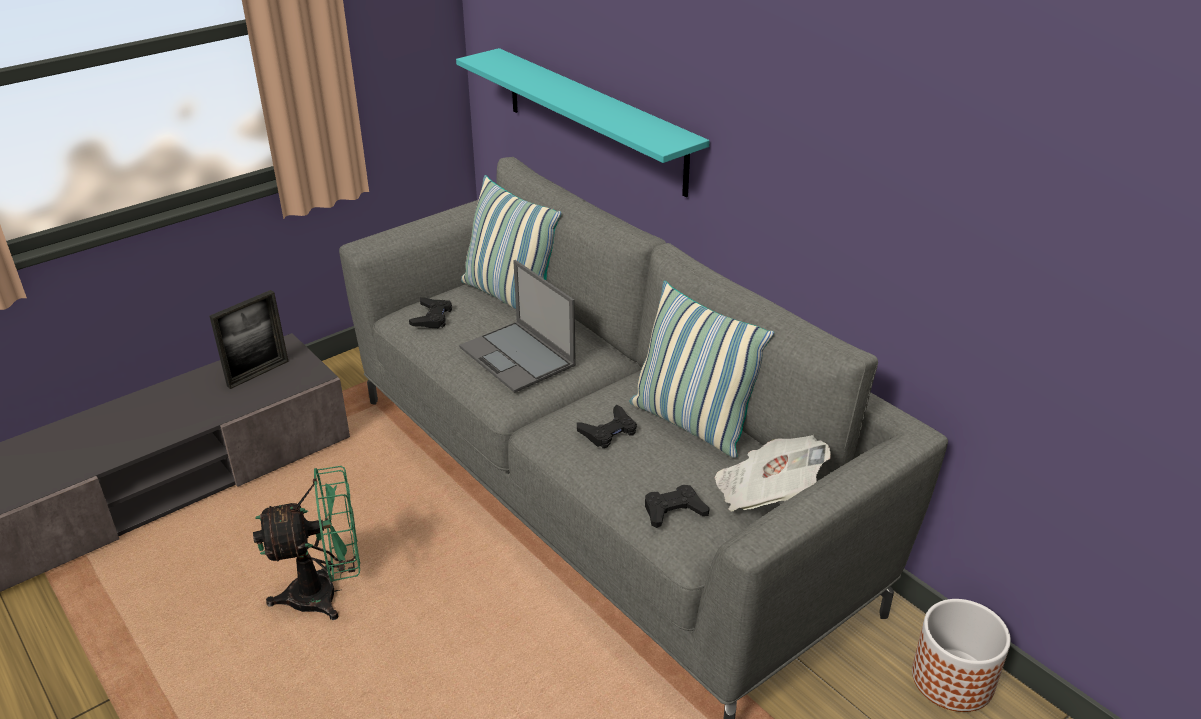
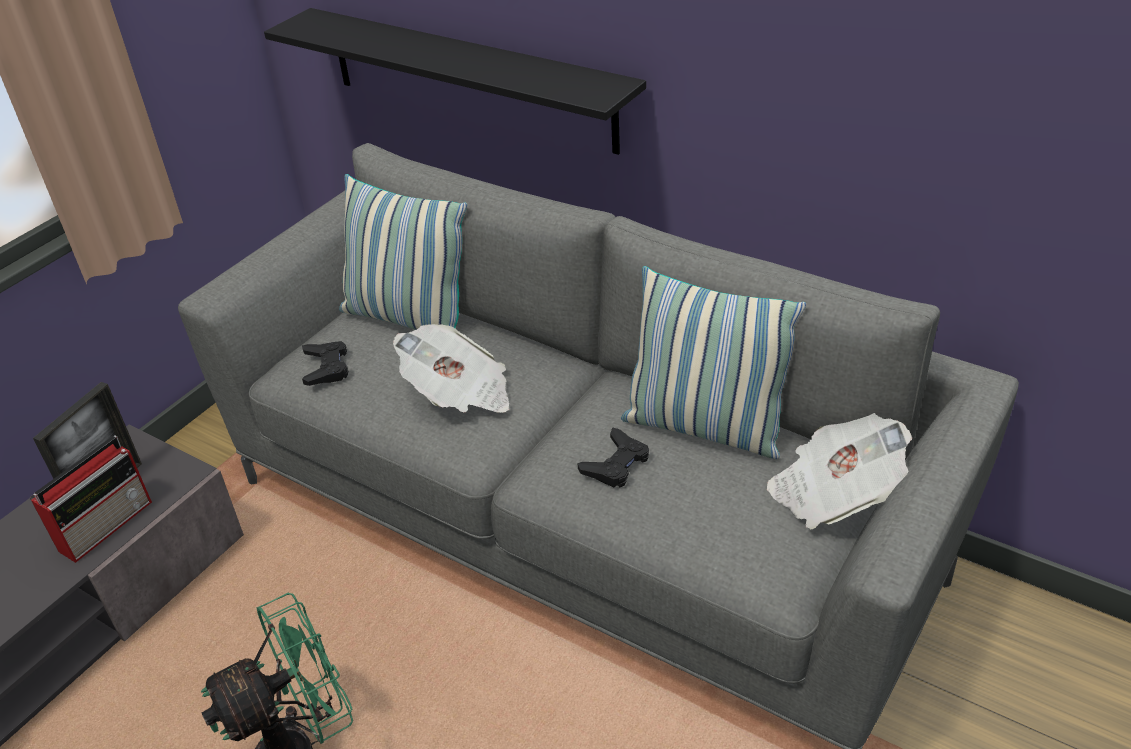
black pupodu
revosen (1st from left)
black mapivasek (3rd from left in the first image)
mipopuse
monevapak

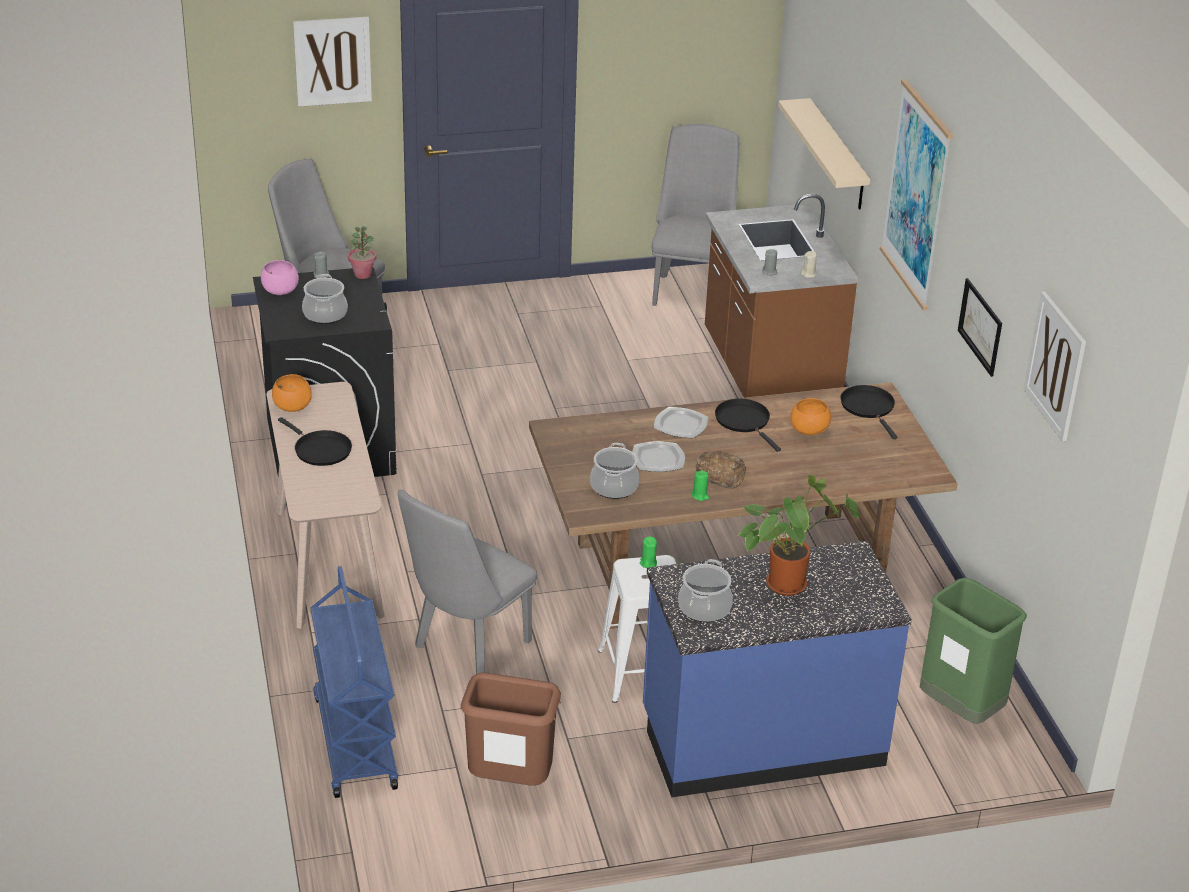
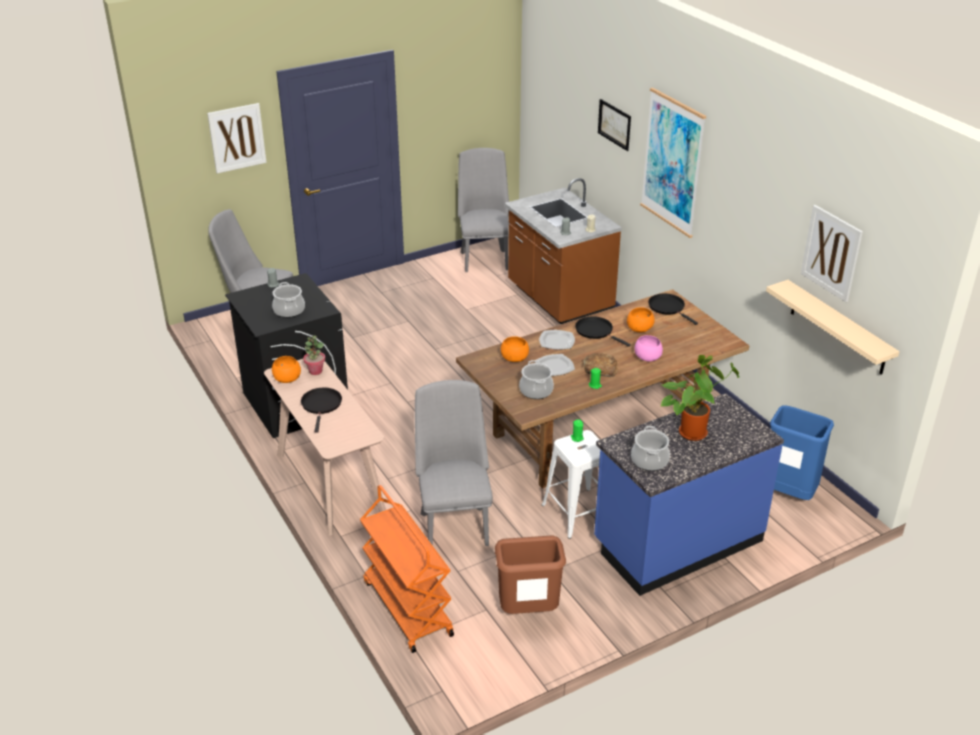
beige pupodu
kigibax (1st from left)
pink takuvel
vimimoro (2nd from left)
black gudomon (1st from left)
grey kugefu (2nd from left)
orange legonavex
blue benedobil
orange takuvel (2nd from left)

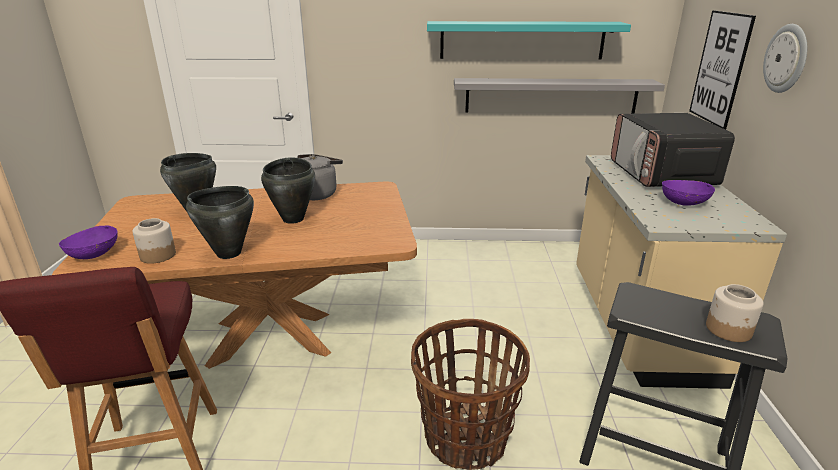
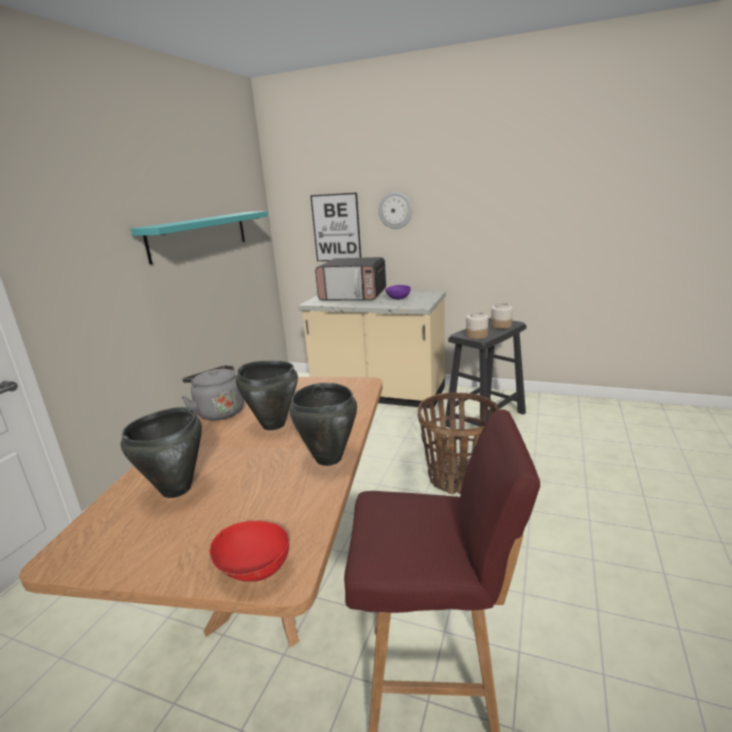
grey pupodu
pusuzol (1st from left)
red takuvel

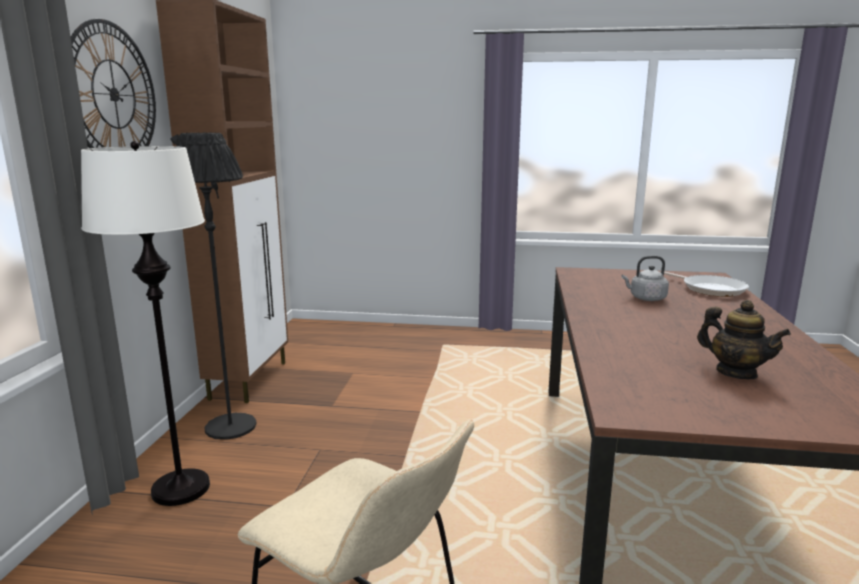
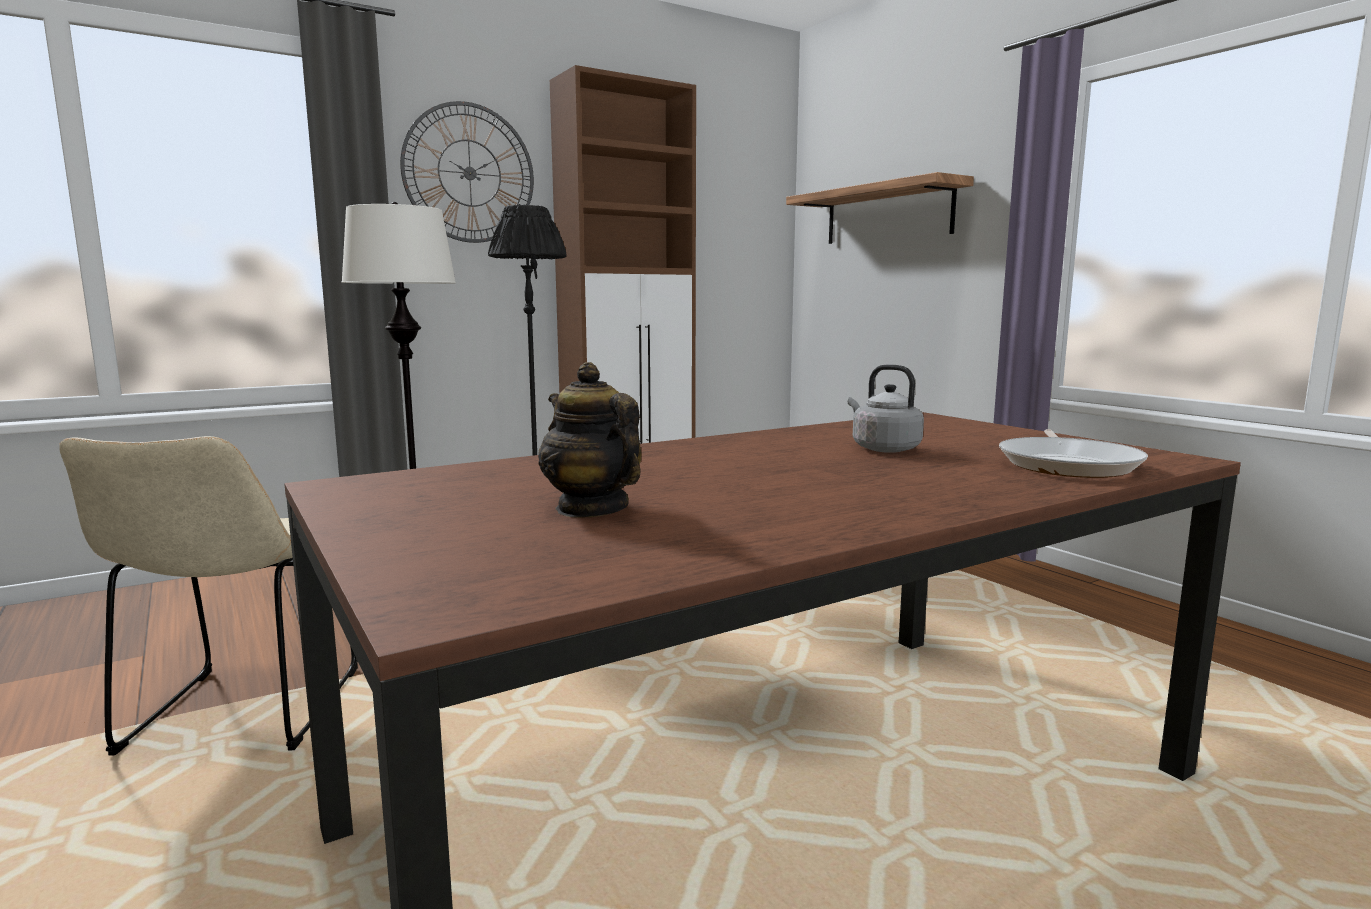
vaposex
pupodu

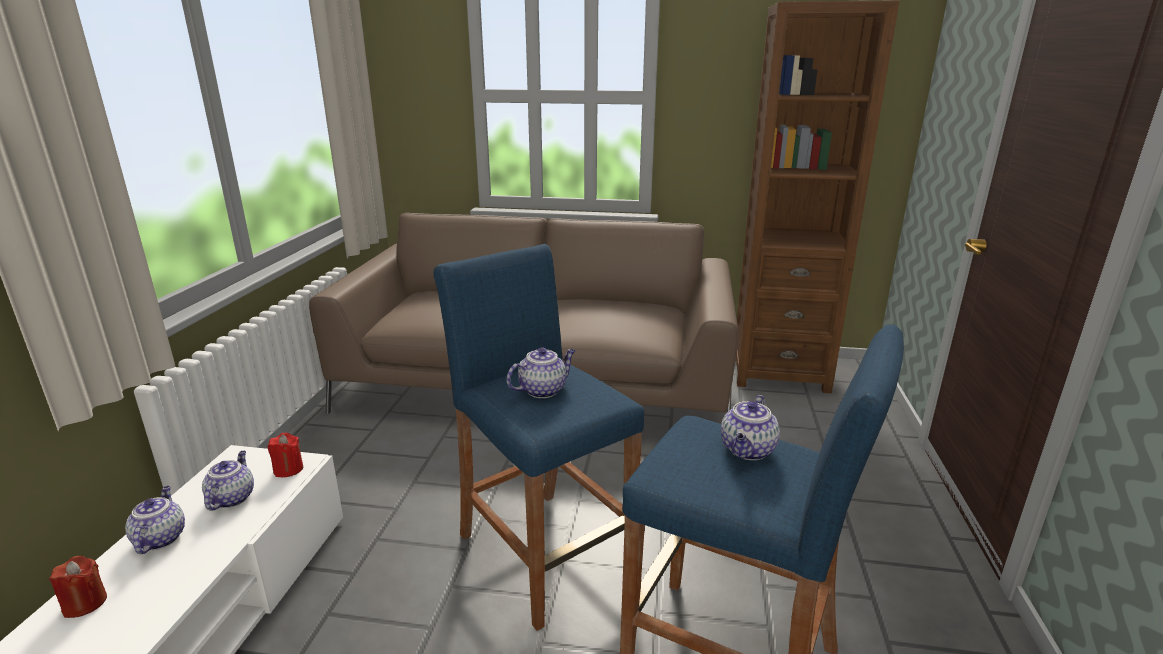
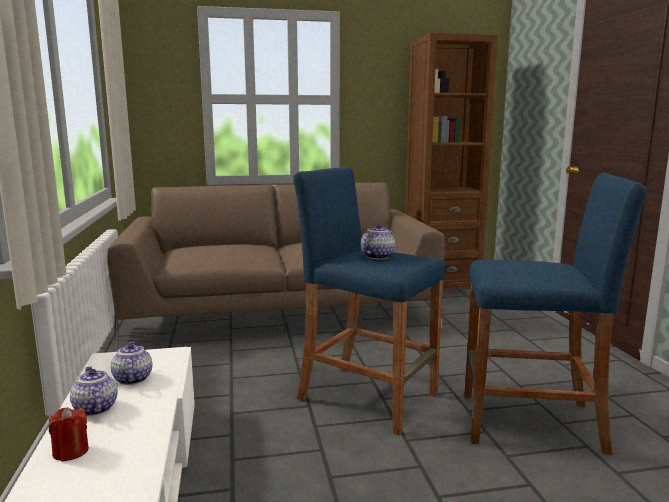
vaposex (4th from left in the first image)
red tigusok (2nd from left in the first image)

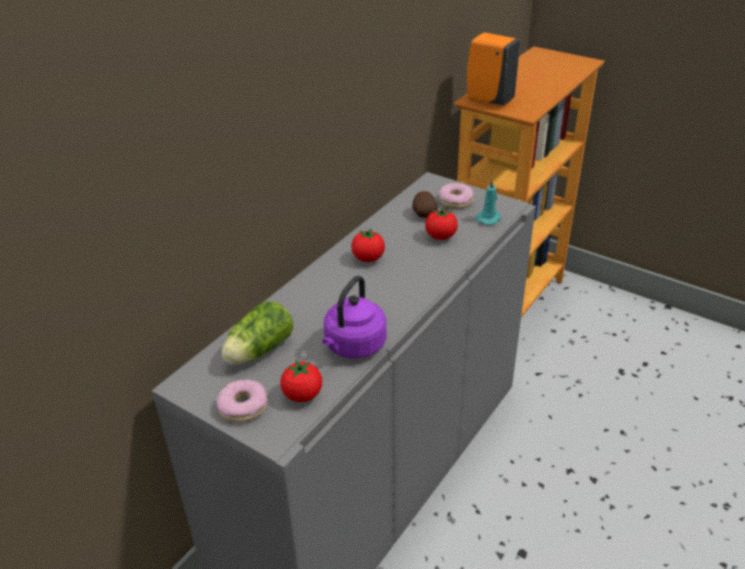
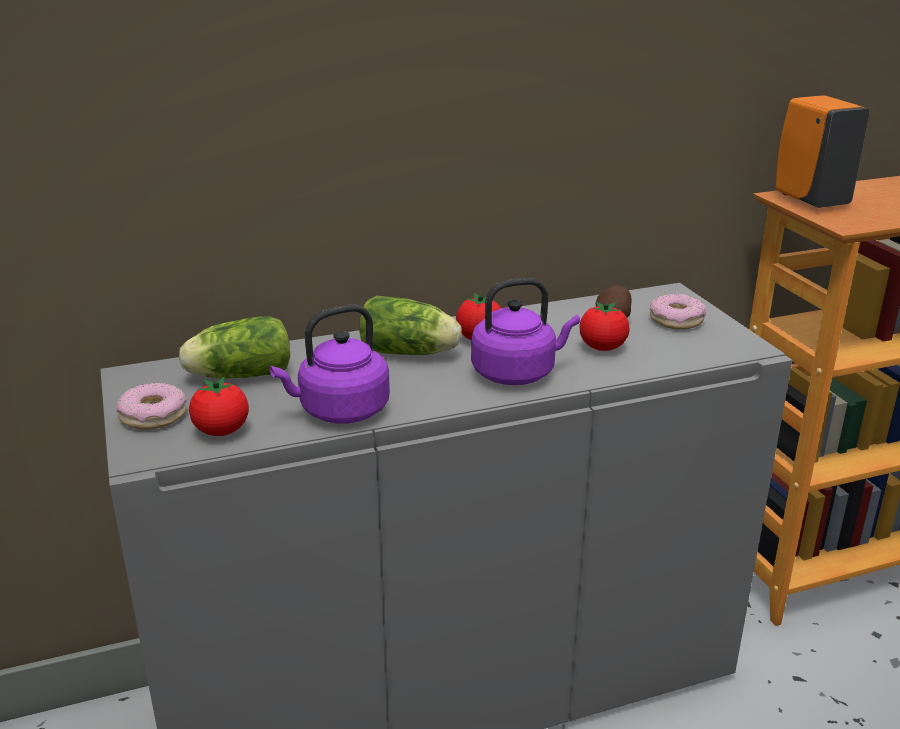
turquoise tigusok
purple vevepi (2nd from left)
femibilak (2nd from left)

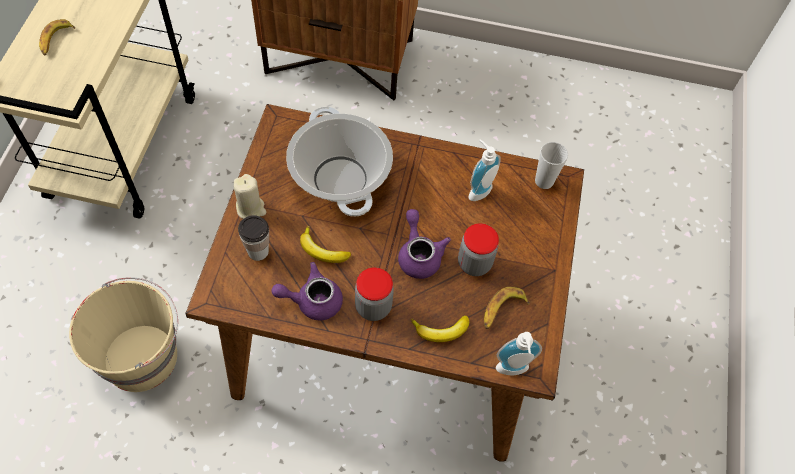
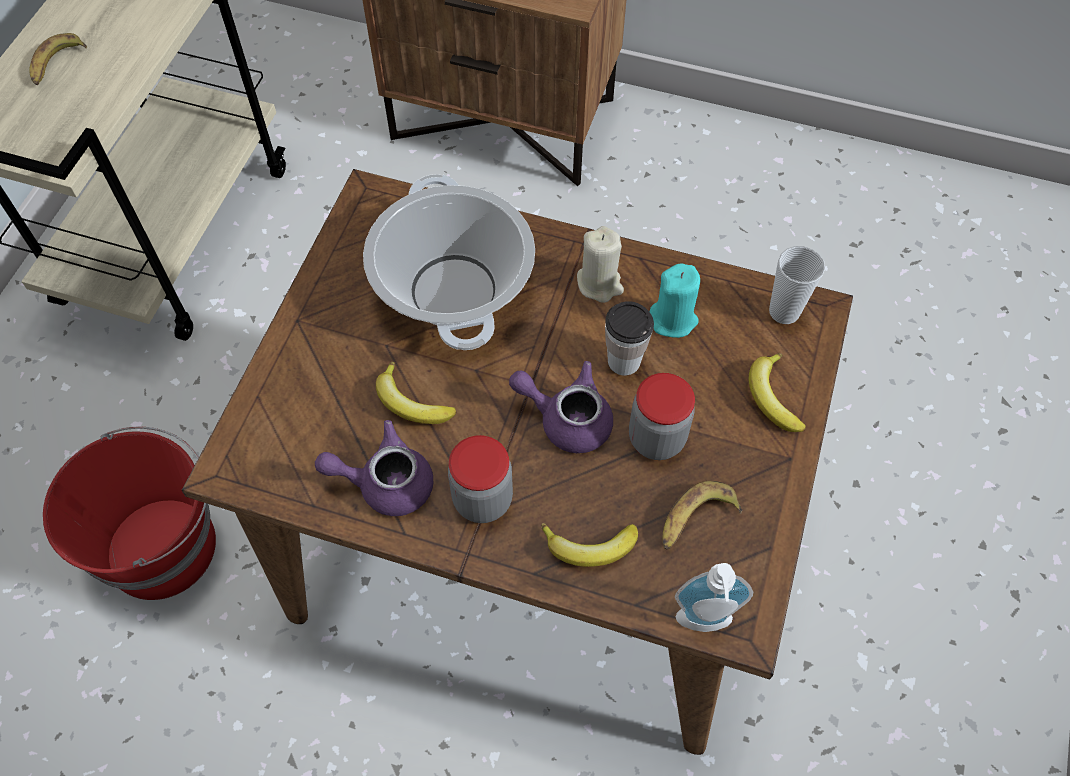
turquoise tigusok
beige tigusok
purple vaposex (2nd from left)
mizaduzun (1st from left)
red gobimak
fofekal (5th from left)

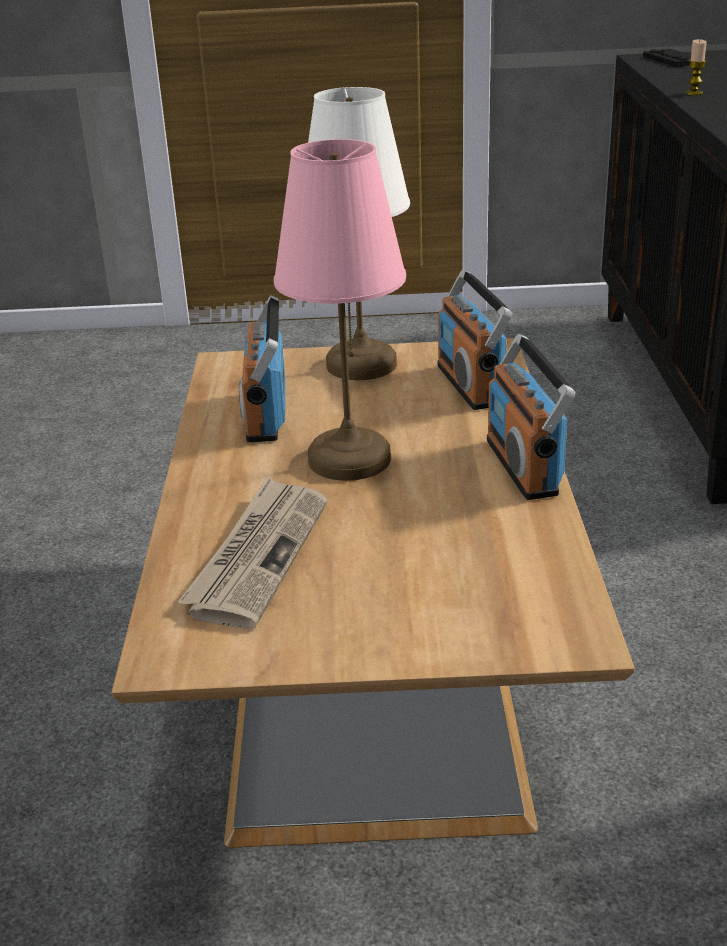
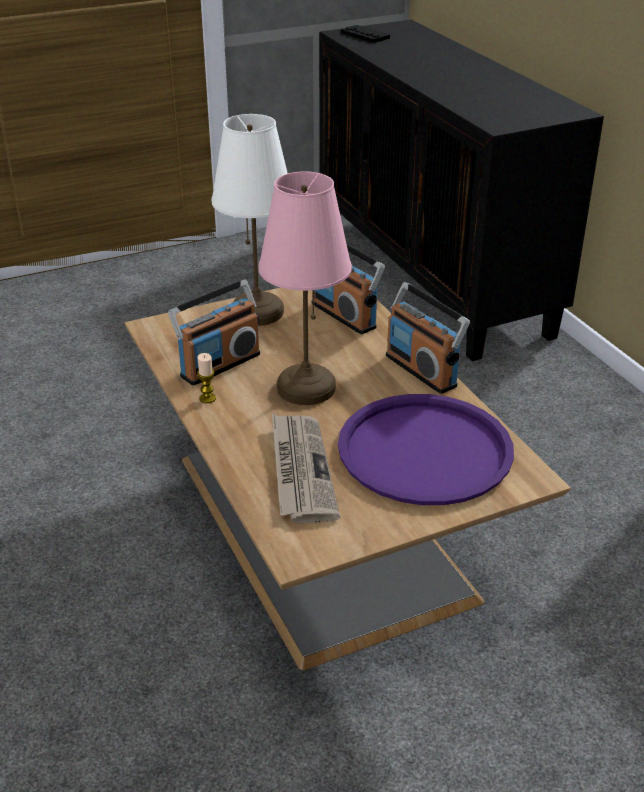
tigusok
monevapak (1st from left)
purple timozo

